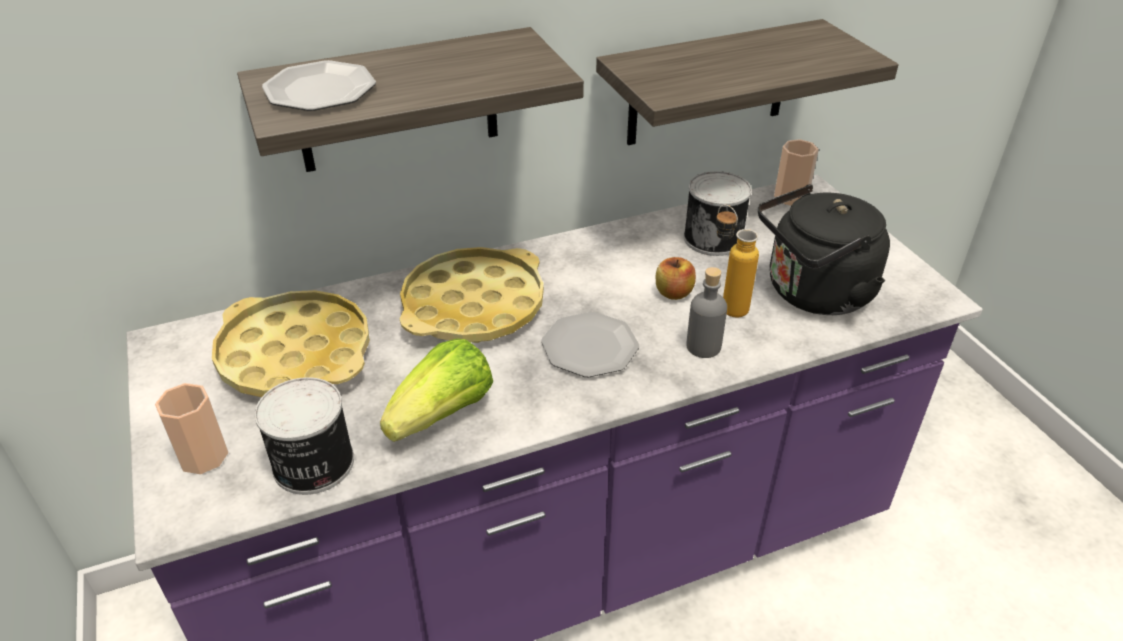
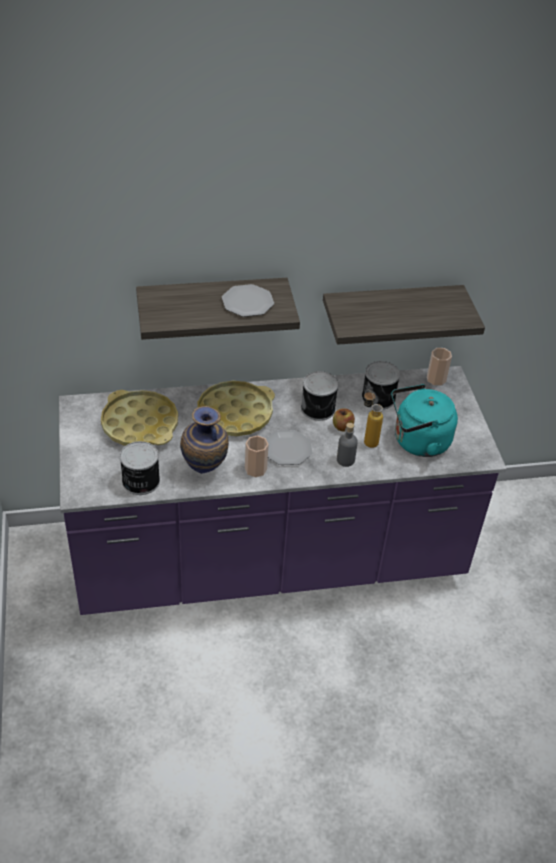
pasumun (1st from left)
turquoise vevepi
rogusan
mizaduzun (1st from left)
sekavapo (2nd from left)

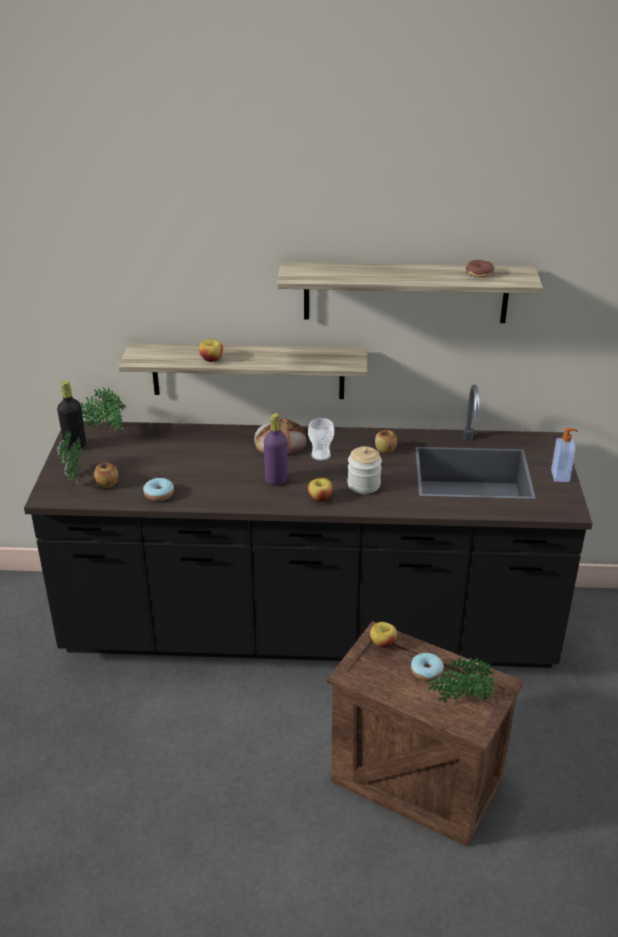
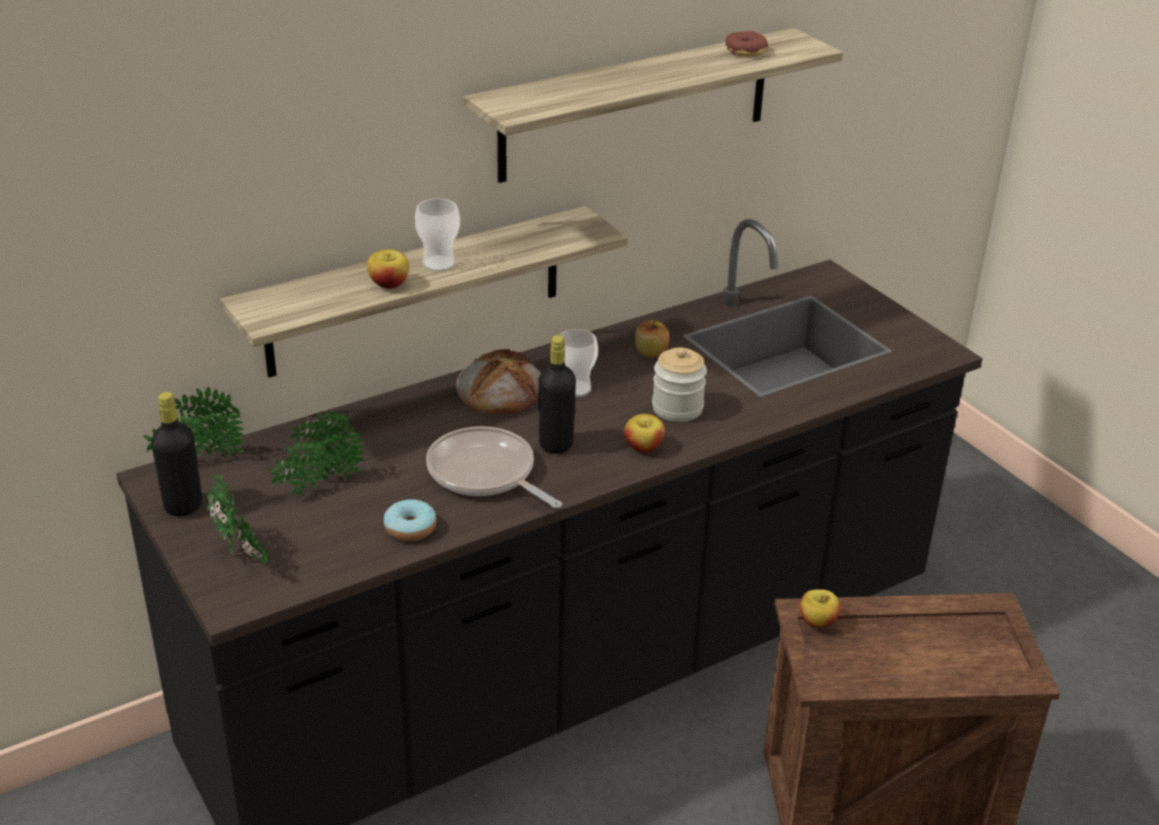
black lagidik (2nd from left)
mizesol
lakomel (1st from left in the first image)
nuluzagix (2nd from left in the first image)
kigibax (3rd from left)
mizaduzun (1st from left)
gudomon

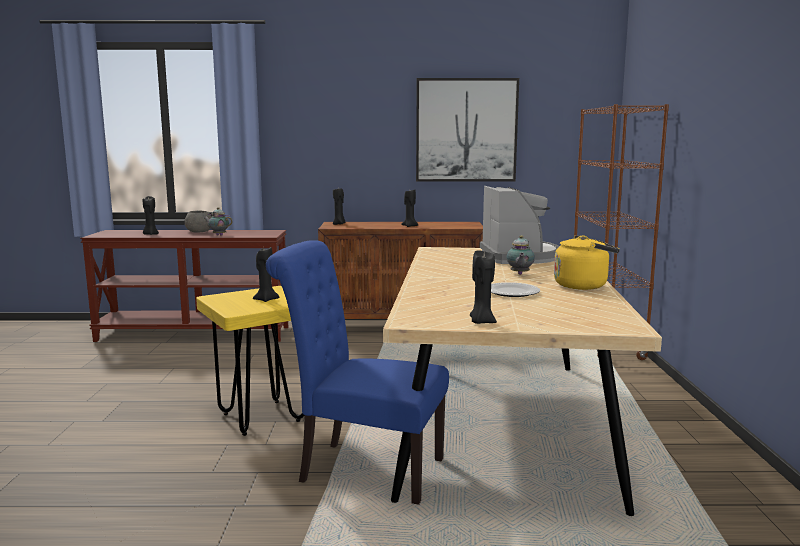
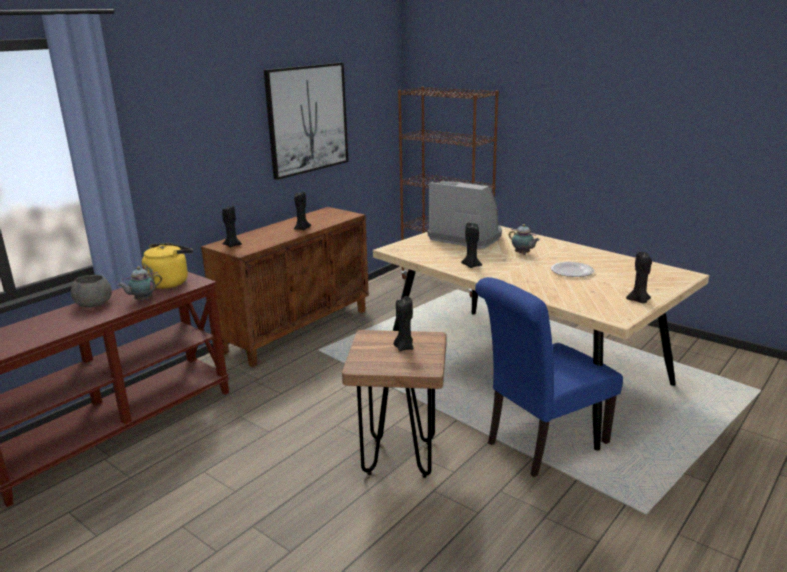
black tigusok (4th from left)
yellow vevepi
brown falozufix

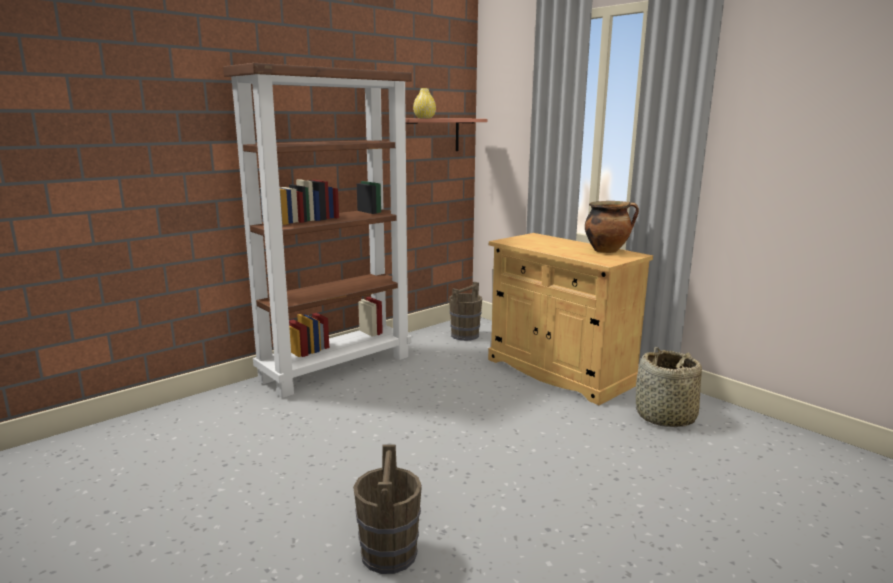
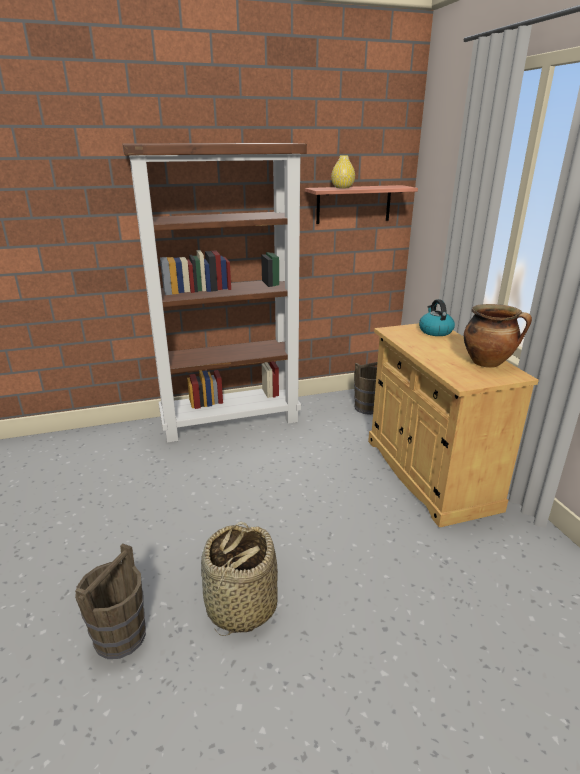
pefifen
vevepi

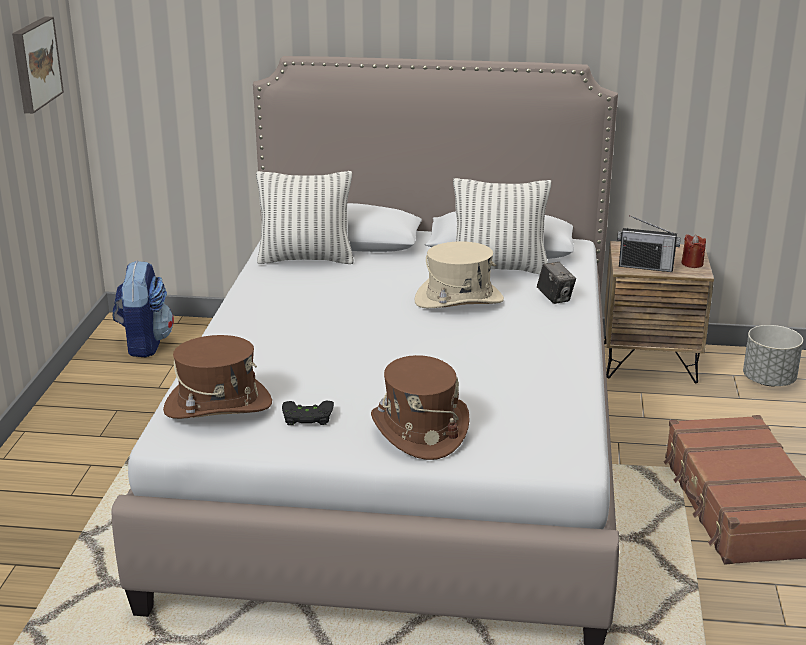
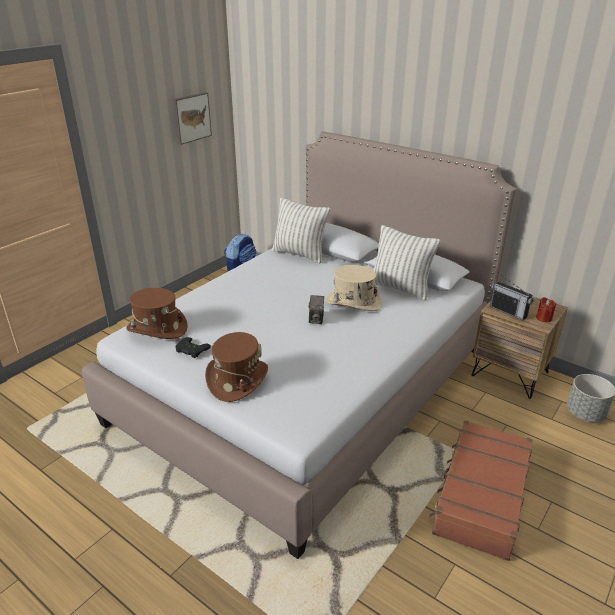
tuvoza

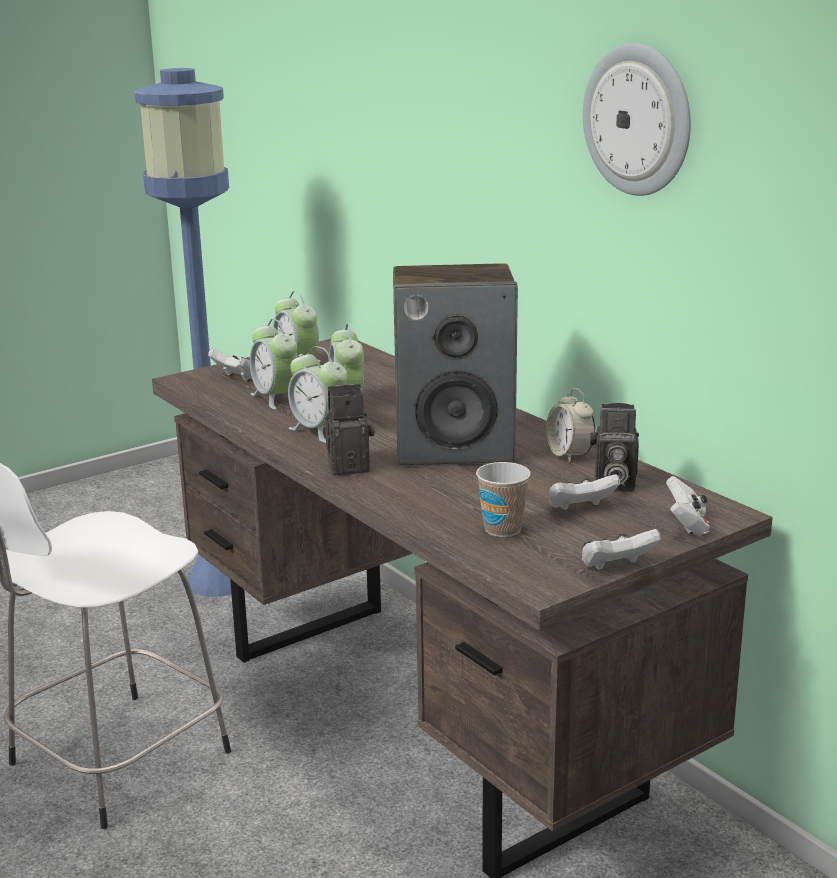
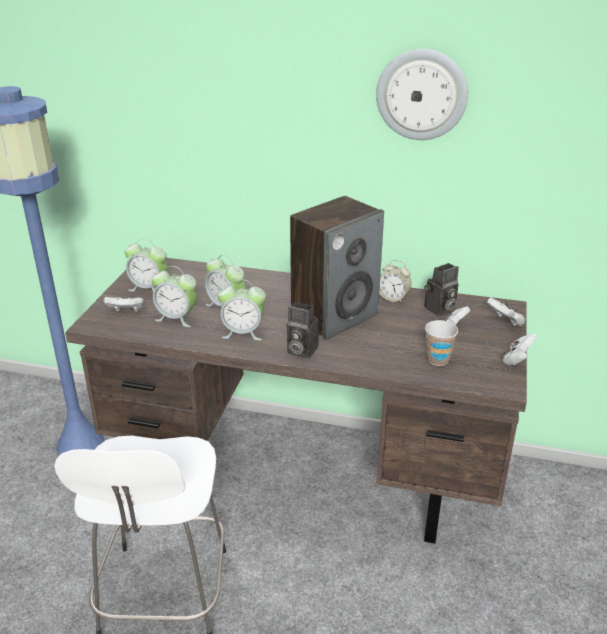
tuvoza (1st from left)

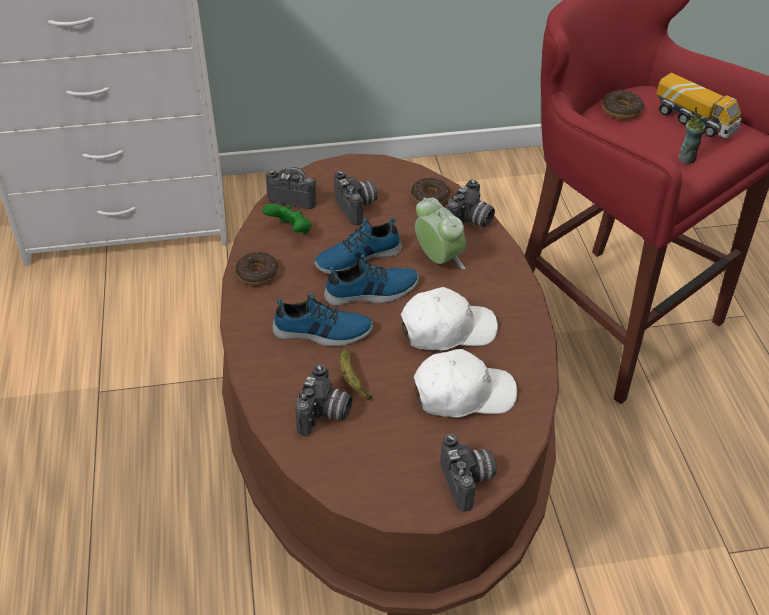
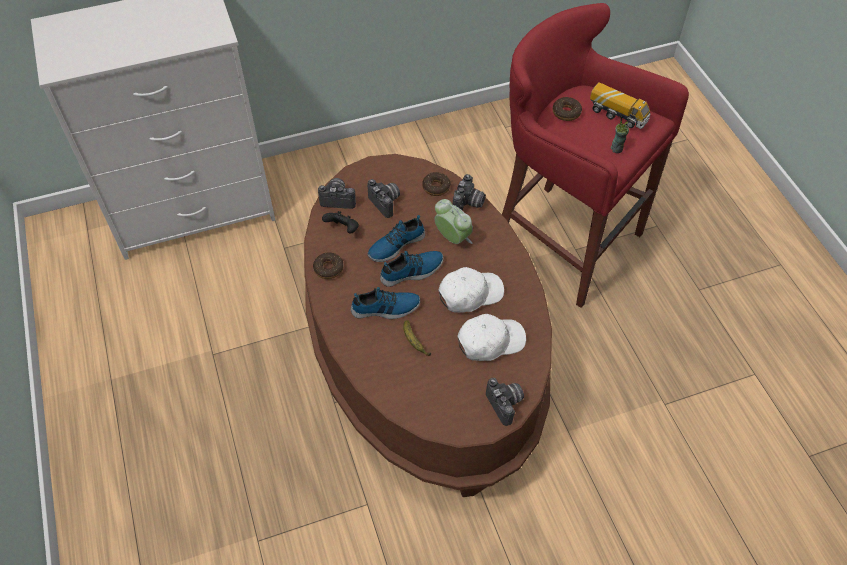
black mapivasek
tuvoza (2nd from left in the first image)

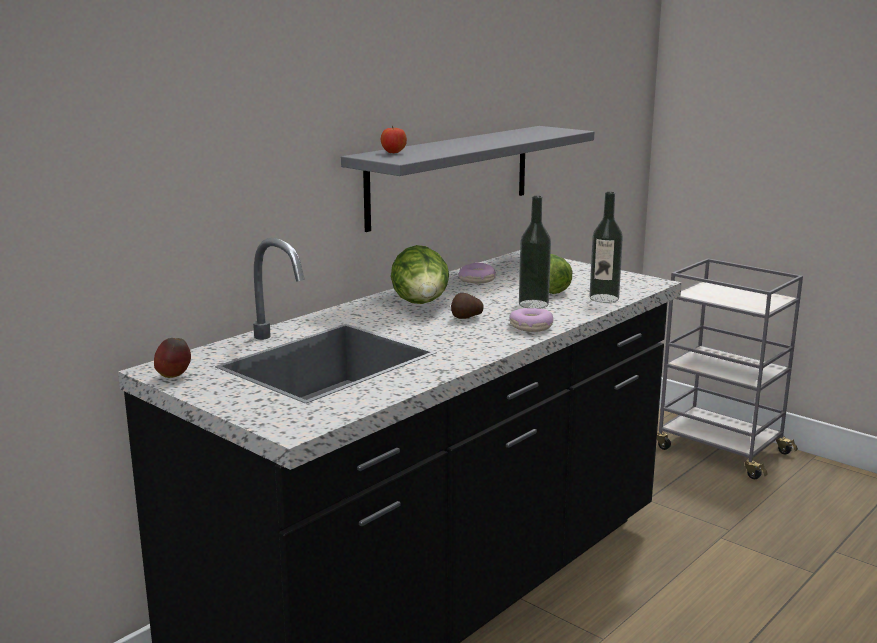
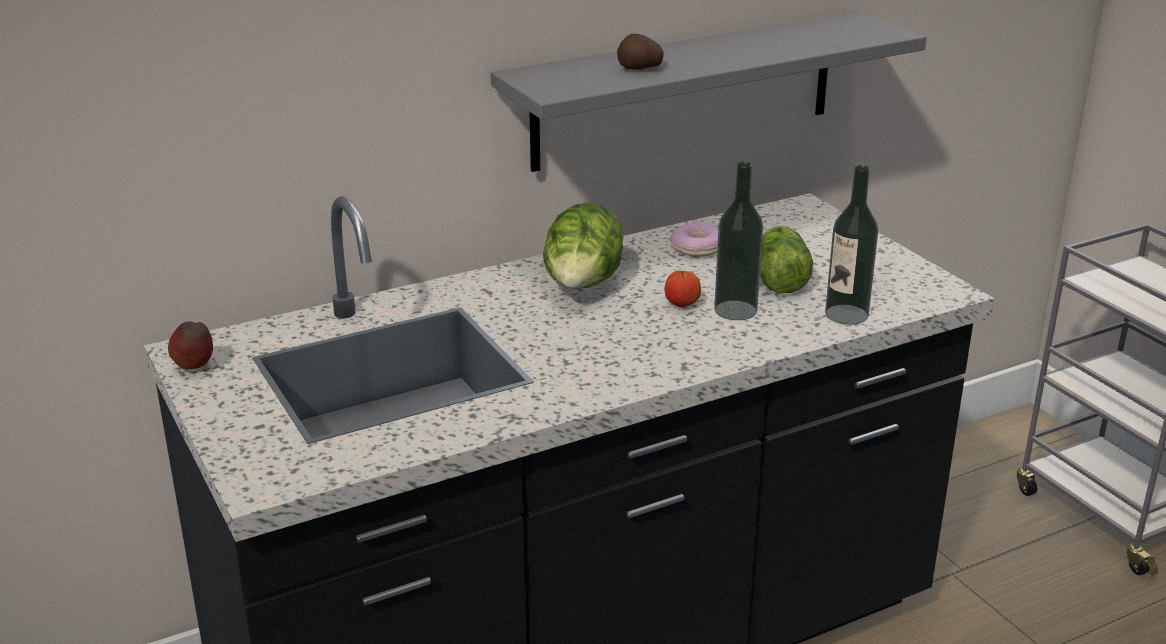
lakomel (2nd from left)
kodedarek
nuluzagix (2nd from left in the first image)

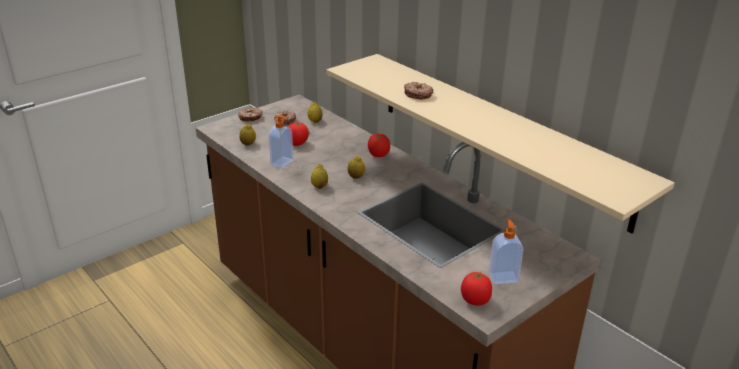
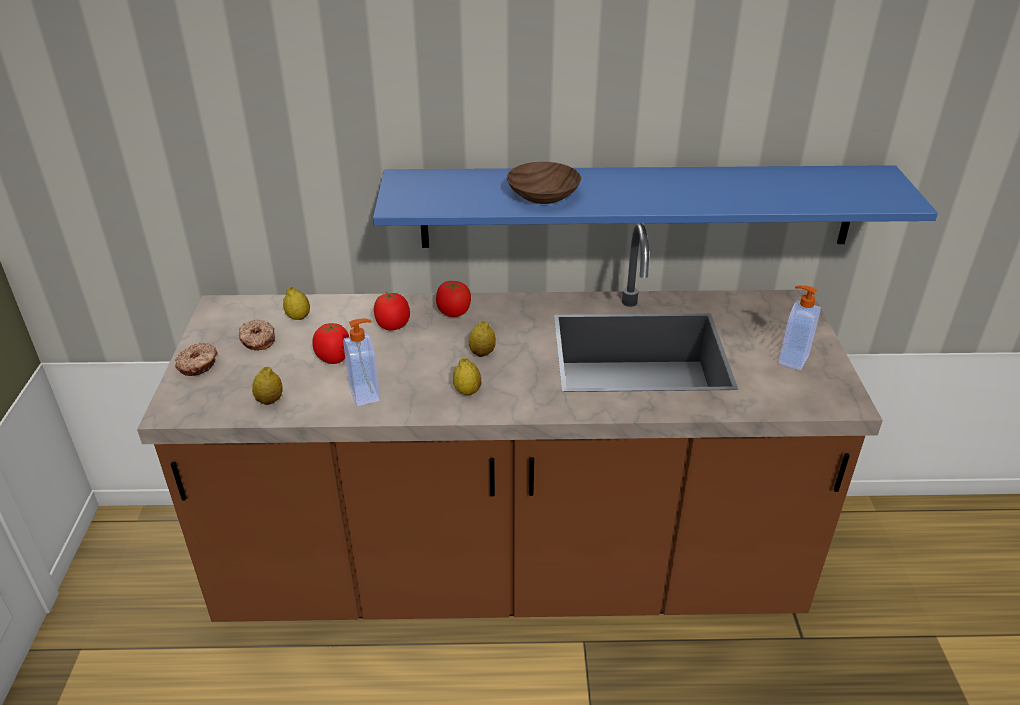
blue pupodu
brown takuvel
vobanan (2nd from left)

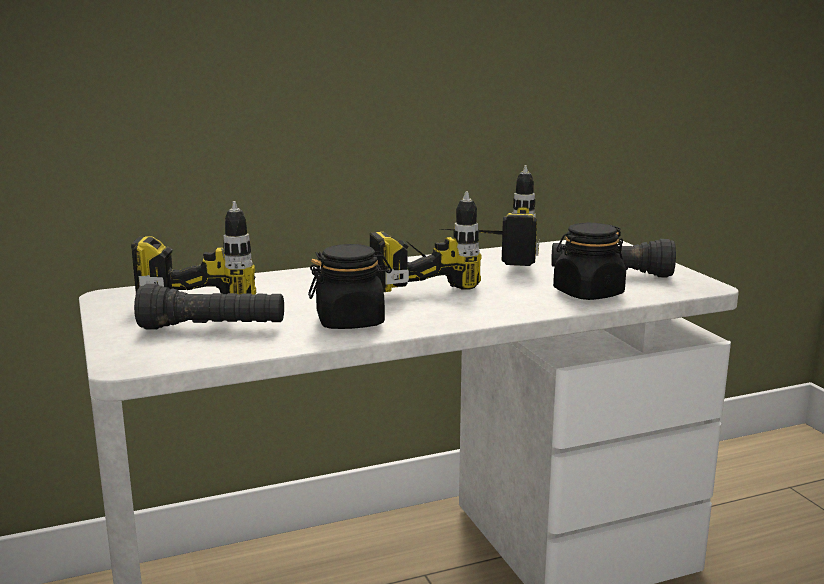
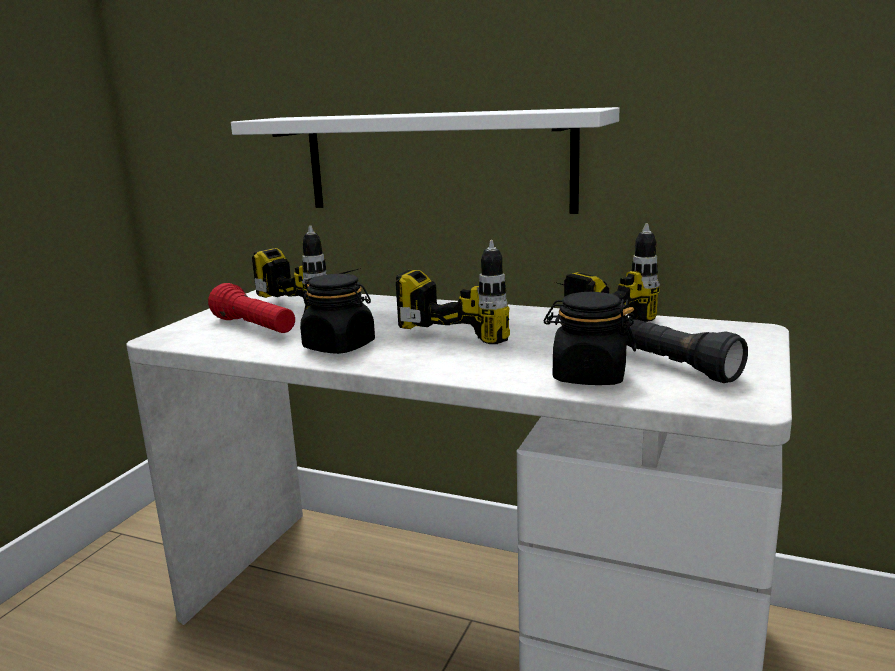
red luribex
white pupodu

